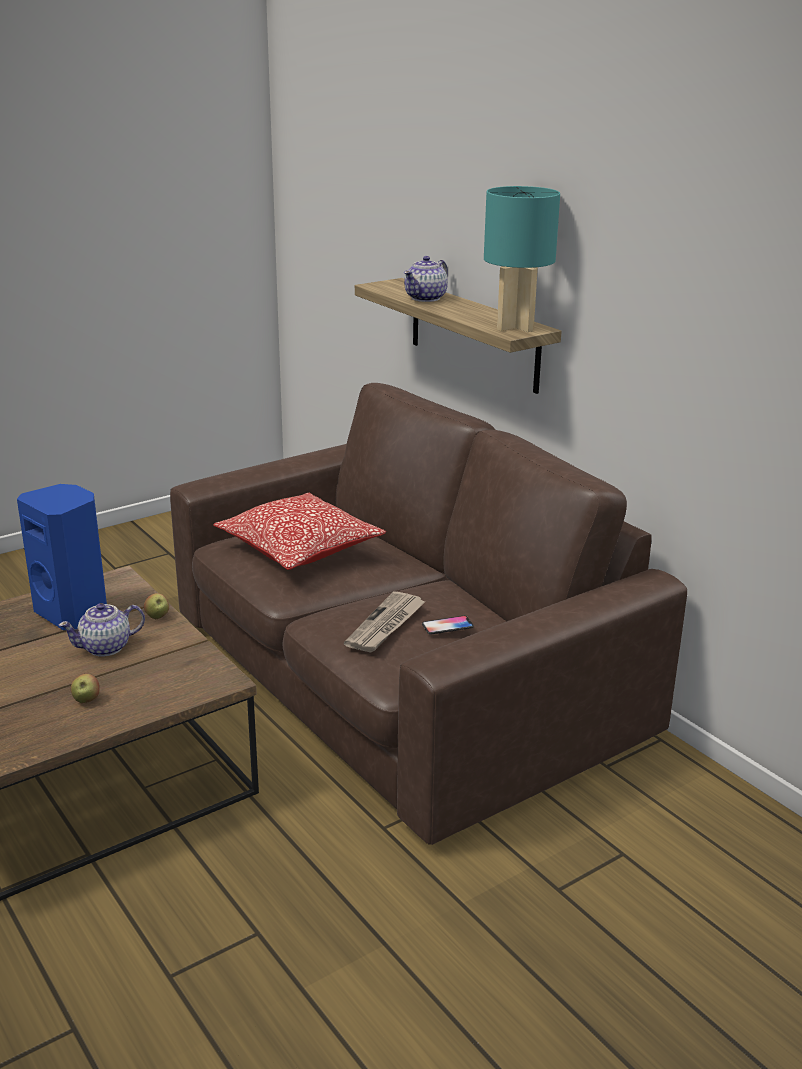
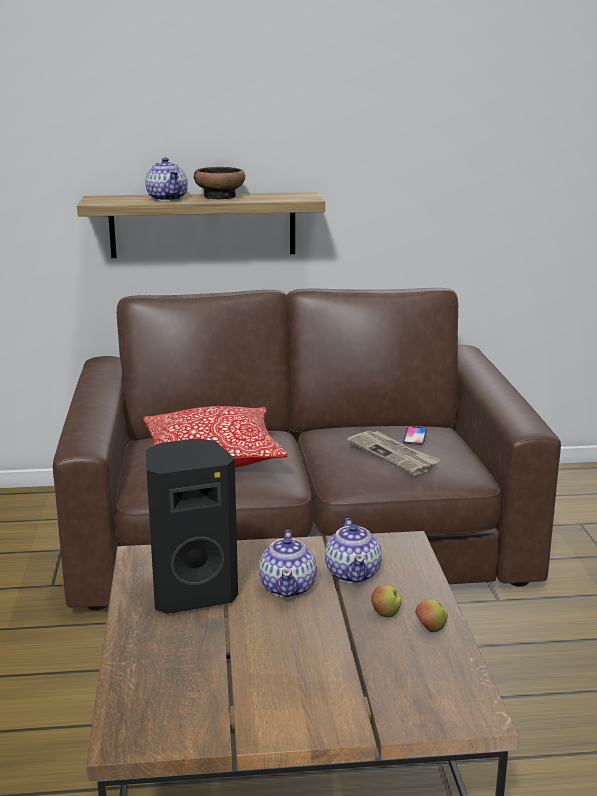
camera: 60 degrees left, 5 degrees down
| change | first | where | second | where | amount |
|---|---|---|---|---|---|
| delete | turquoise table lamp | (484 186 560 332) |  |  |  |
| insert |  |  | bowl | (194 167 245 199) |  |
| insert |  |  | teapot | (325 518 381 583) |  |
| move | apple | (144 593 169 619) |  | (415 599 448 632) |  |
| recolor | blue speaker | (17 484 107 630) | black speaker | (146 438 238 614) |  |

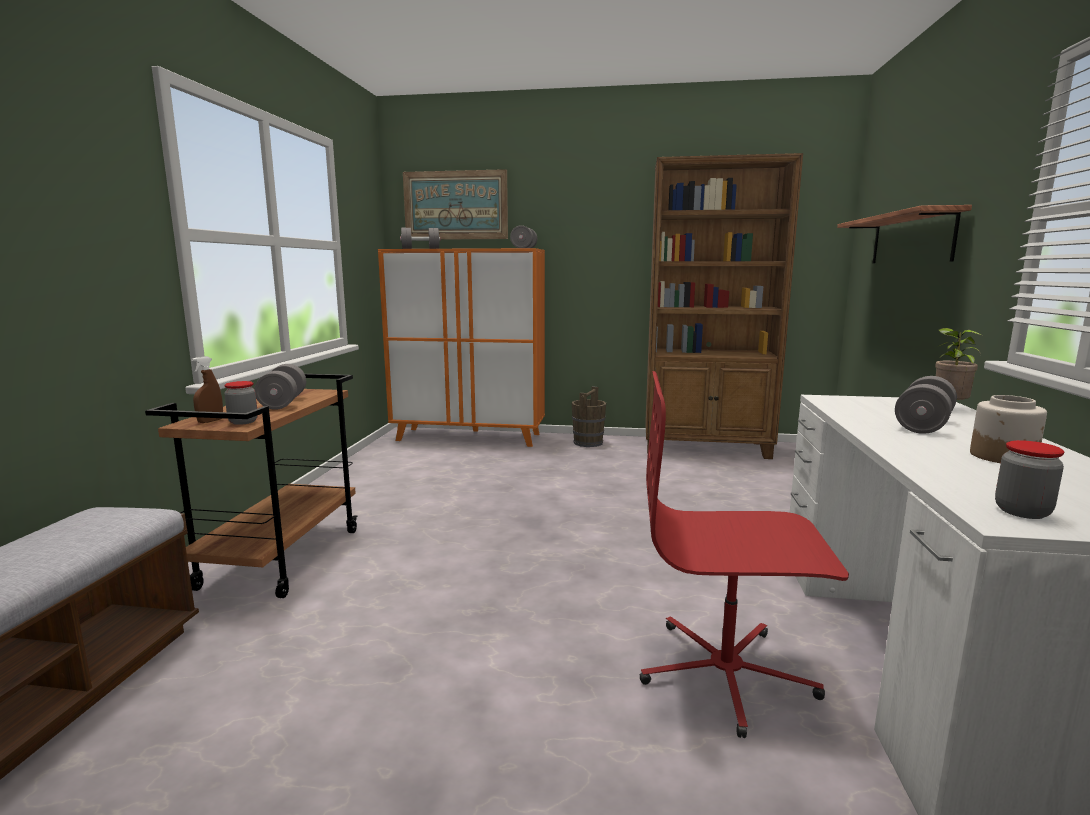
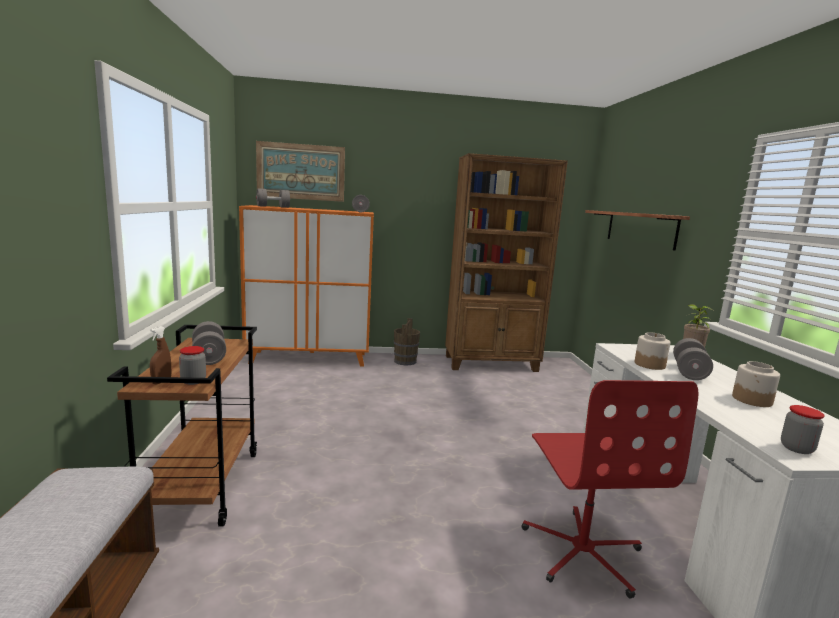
camera: 15 degrees left, 0 degrees up
| change | first | where | second | where | amount |
|---|---|---|---|---|---|
| insert |  |  | jar | (635 332 670 370) |  |
| rotate | red office chair | (640 371 849 738) |  | (522 380 698 599) | 90 degrees counterclockwise |

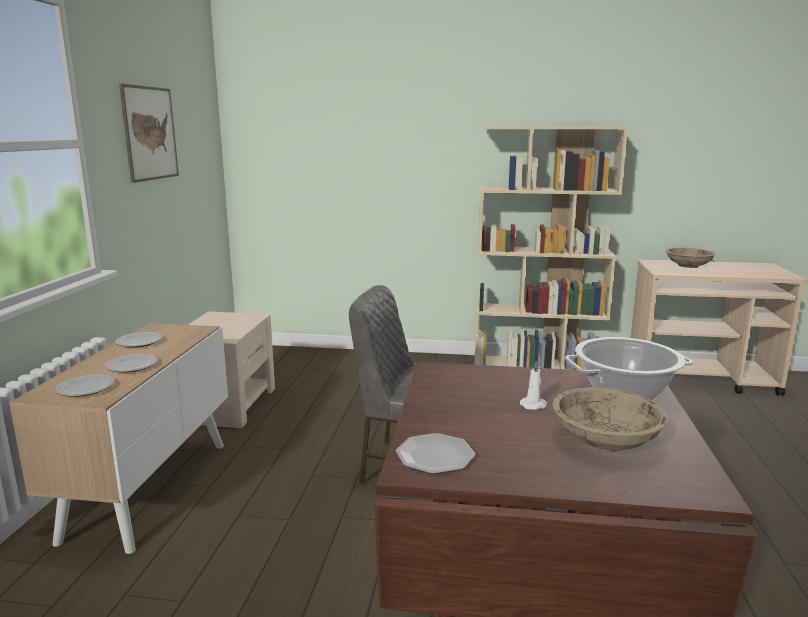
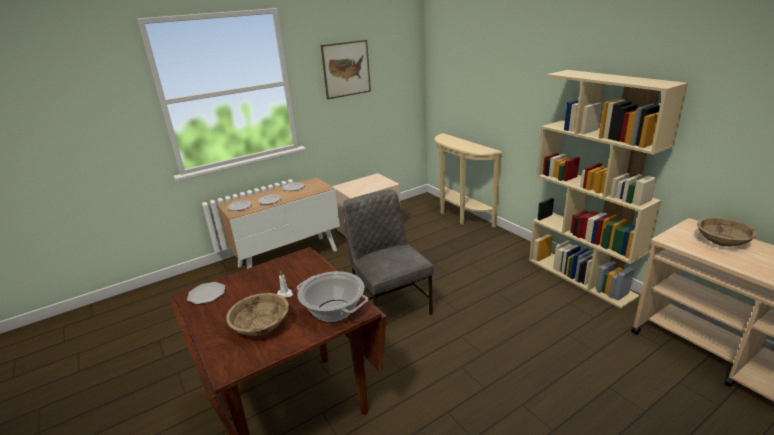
camera: 50 degrees right, 10 degrees up
| change | first | where | second | where | amount |
|---|---|---|---|---|---|
| insert |  |  | beige console table | (434 133 502 227) |  |

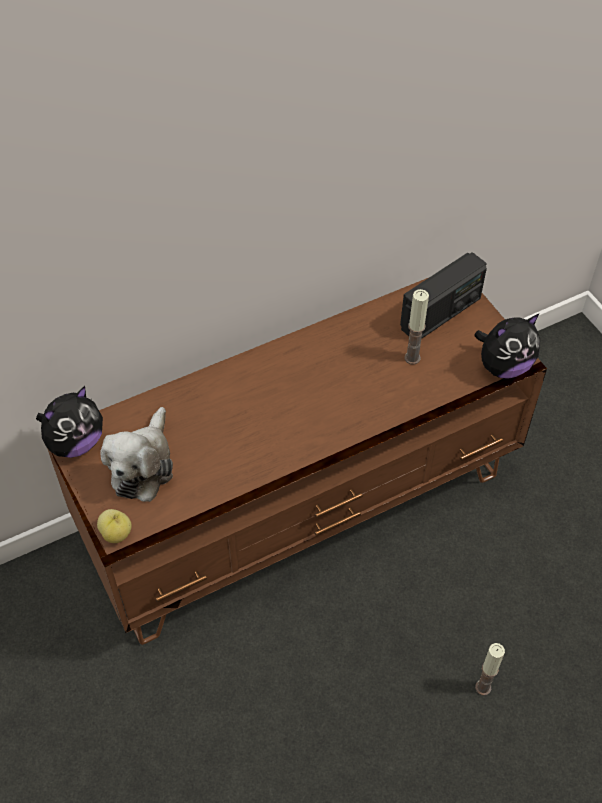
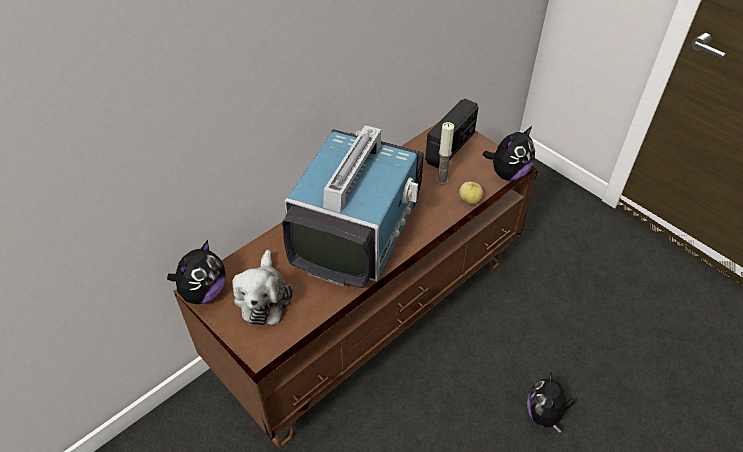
camera: 15 degrees left, 5 degrees down
| change | first | where | second | where | amount |
|---|---|---|---|---|---|
| insert |  |  | television | (282 125 424 288) |  |
| move | apple | (97 509 131 543) |  | (459 182 483 204) |  |
| replace | candle | (475 643 505 695) | plush toy | (527 372 575 433) |  |

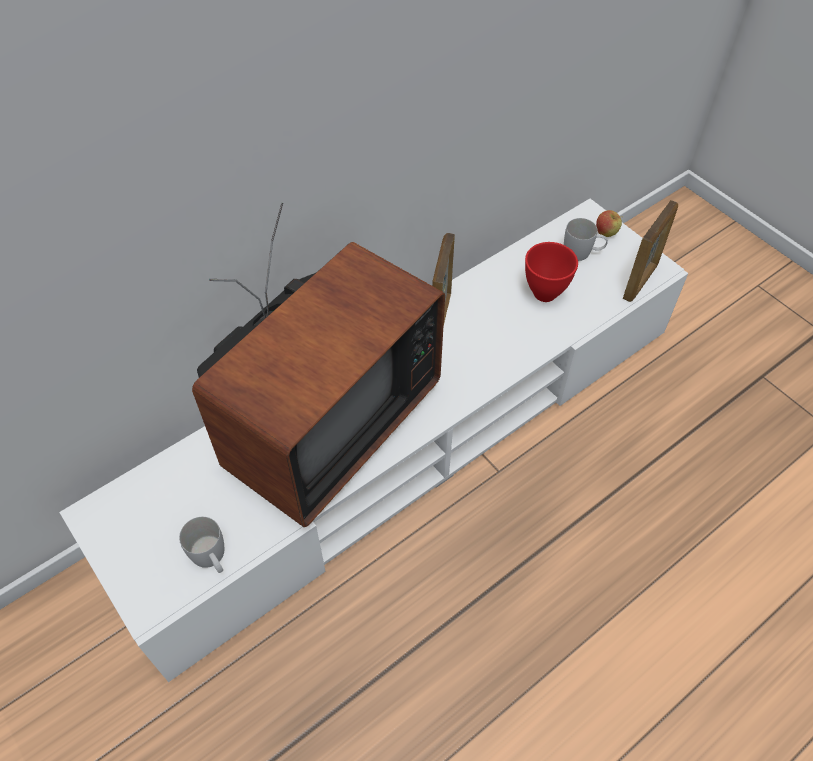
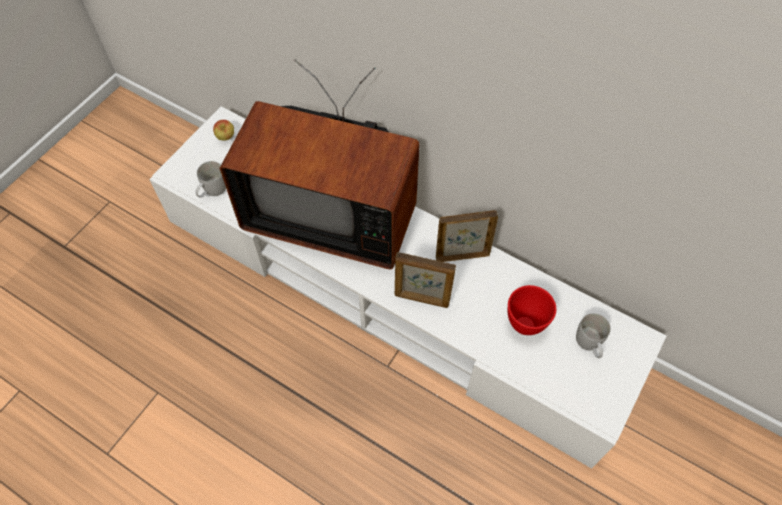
camera: 70 degrees right, 5 degrees up
| change | first | where | second | where | amount |
|---|---|---|---|---|---|
| move | apple | (596 210 623 237) |  | (213 120 234 141) |  |
| move | picture frame | (623 200 678 302) |  | (395 252 456 308) |  |

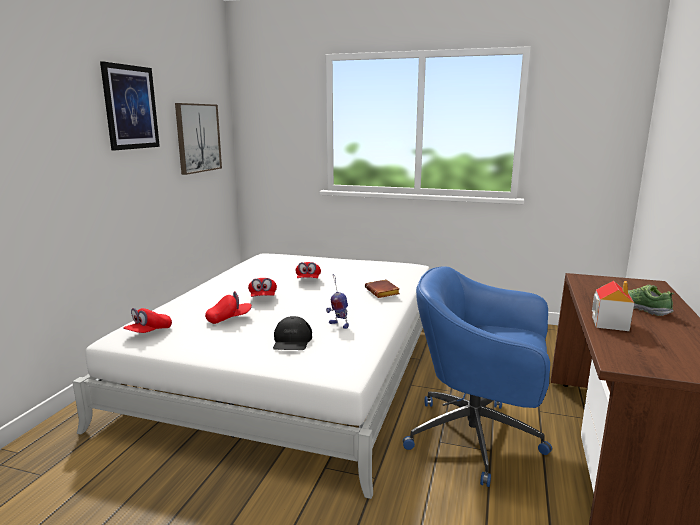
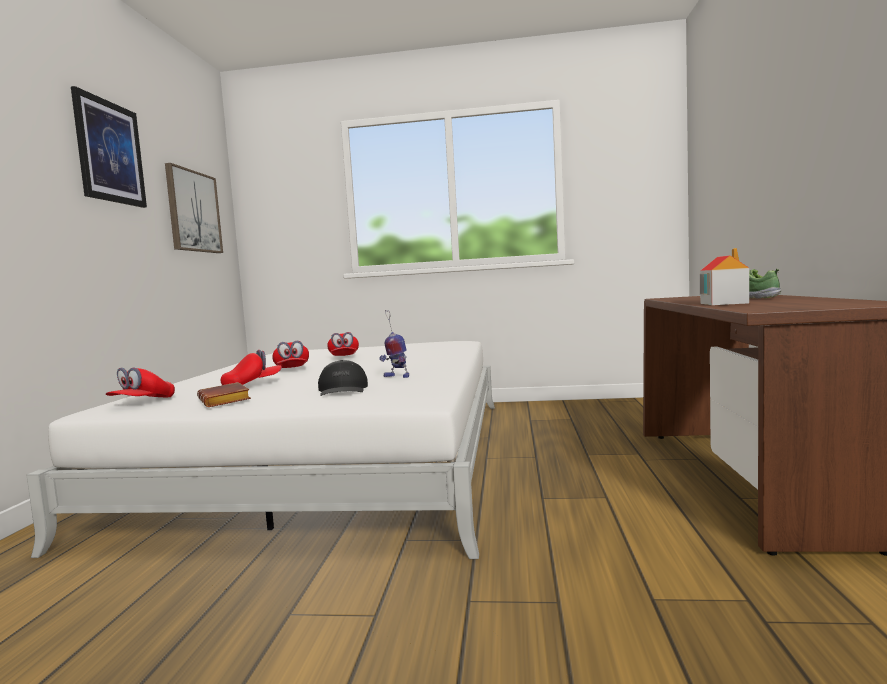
camera: 10 degrees left, 10 degrees down
| change | first | where | second | where | amount |
|---|---|---|---|---|---|
| delete | blue office chair | (403 266 552 487) |  |  |  |
| move | brown book | (365 279 400 298) |  | (197 382 251 407) |  |

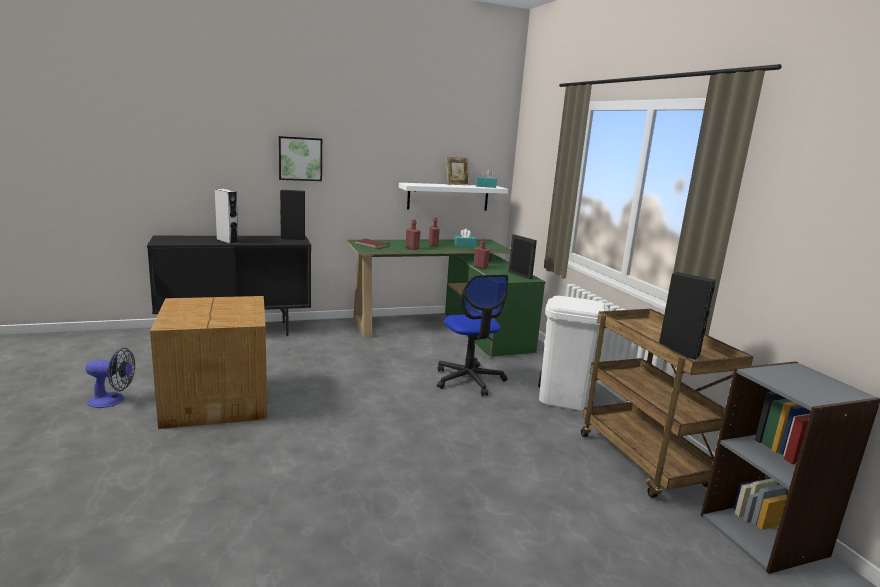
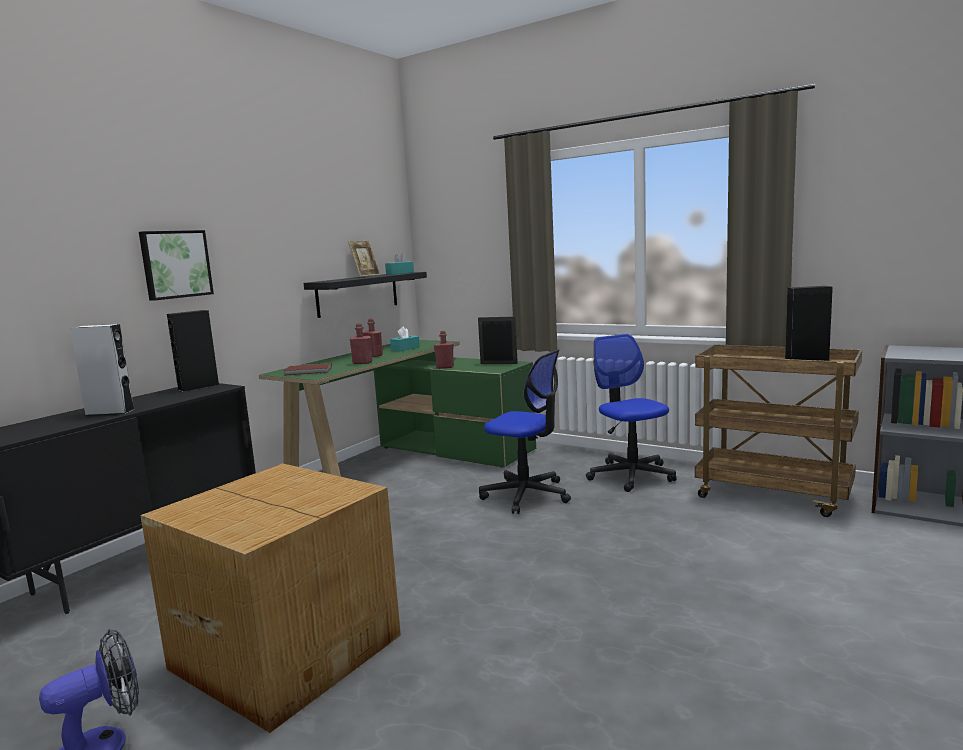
camera: 35 degrees left, 5 degrees down
| change | first | where | second | where | amount |
|---|---|---|---|---|---|
| replace | white trash can | (538 296 608 411) | office chair | (586 334 677 492) |  |
| recolor | white shelf | (399 183 508 211) | black shelf | (303 272 427 318) |  |

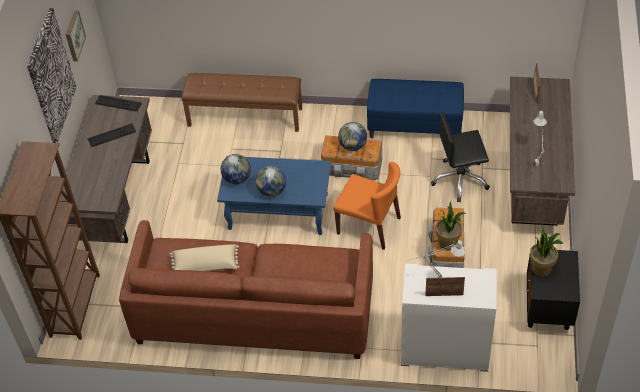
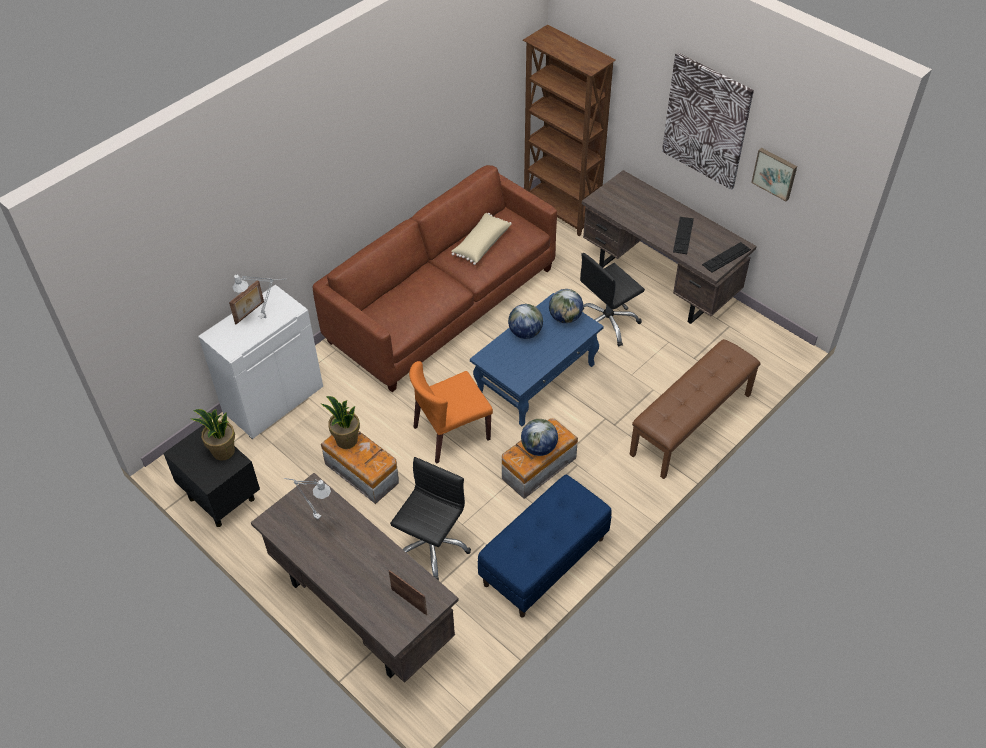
camera: 125 degrees right, 0 degrees up
| change | first | where | second | where | amount |
|---|---|---|---|---|---|
| insert |  |  | black office chair | (580 253 645 347) |  |

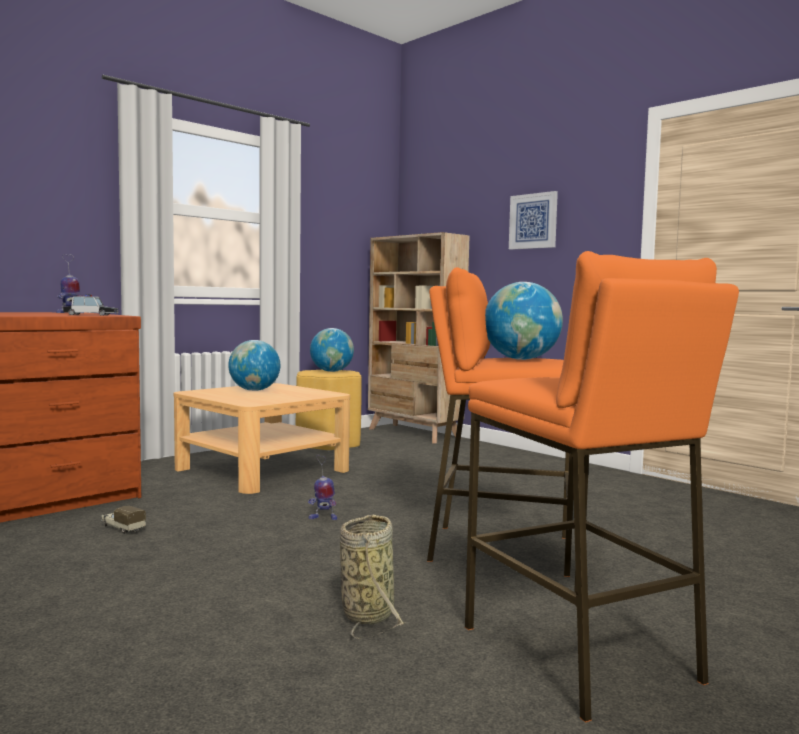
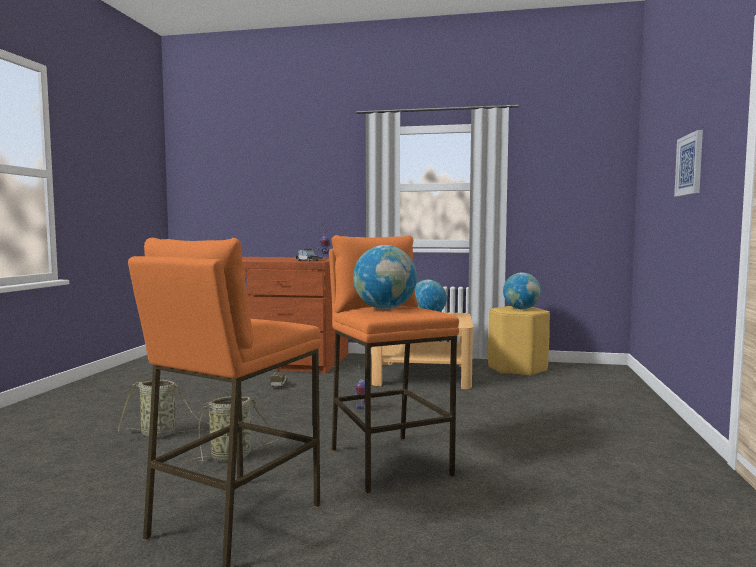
camera: 55 degrees right, 0 degrees up
| change | first | where | second | where | amount |
|---|---|---|---|---|---|
| delete | beige bookcase | (368 232 470 444) |  |  |  |
| insert |  |  | basket | (118 380 209 437) |  |

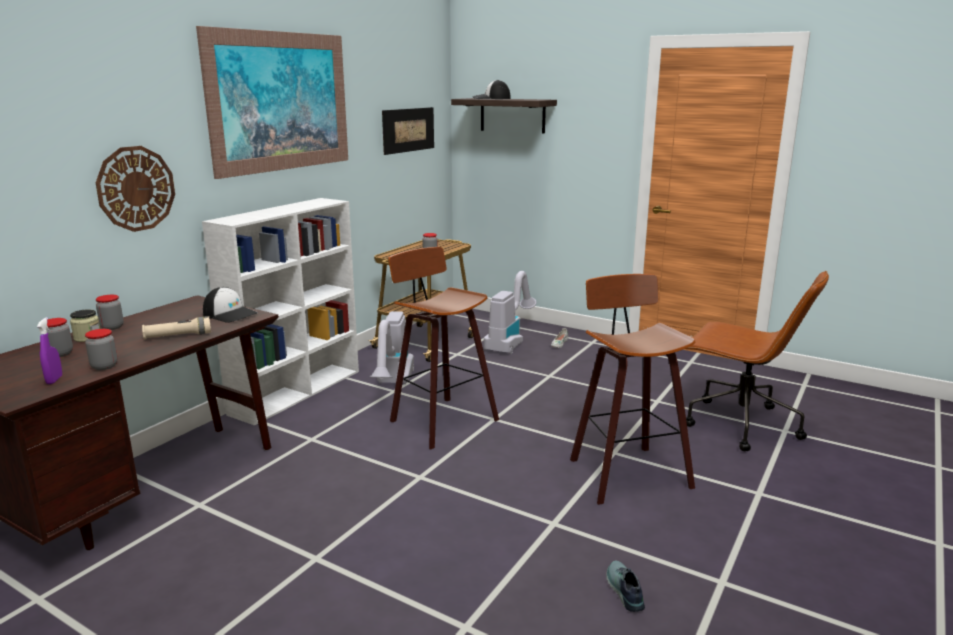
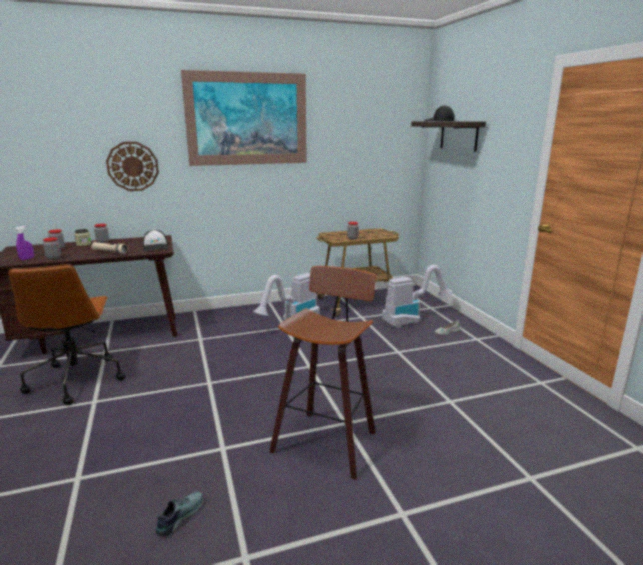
camera: 40 degrees right, 0 degrees up
| change | first | where | second | where | amount |
|---|---|---|---|---|---|
| delete | white bookcase | (202 198 359 426) |  |  |  |
| delete | picture | (382 107 434 155) |  |  |  |
| delete | stool | (388 247 499 450) |  |  |  |
| move | brown office chair | (686 271 829 451) |  | (8 264 125 405) |  |

